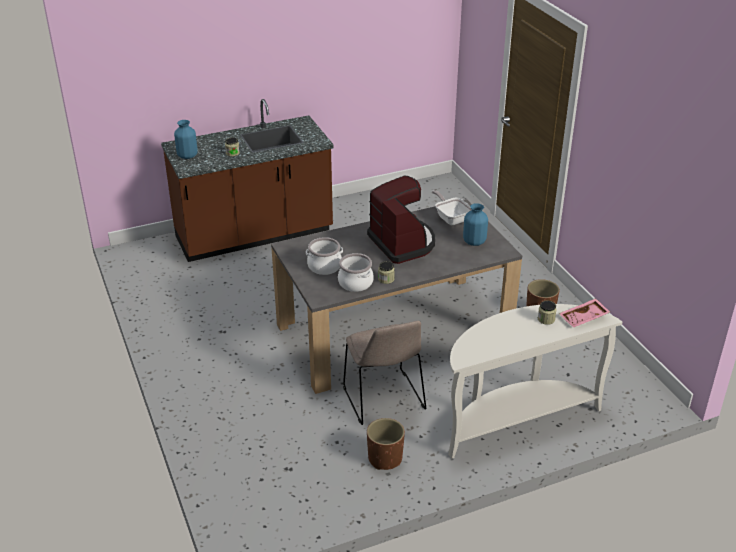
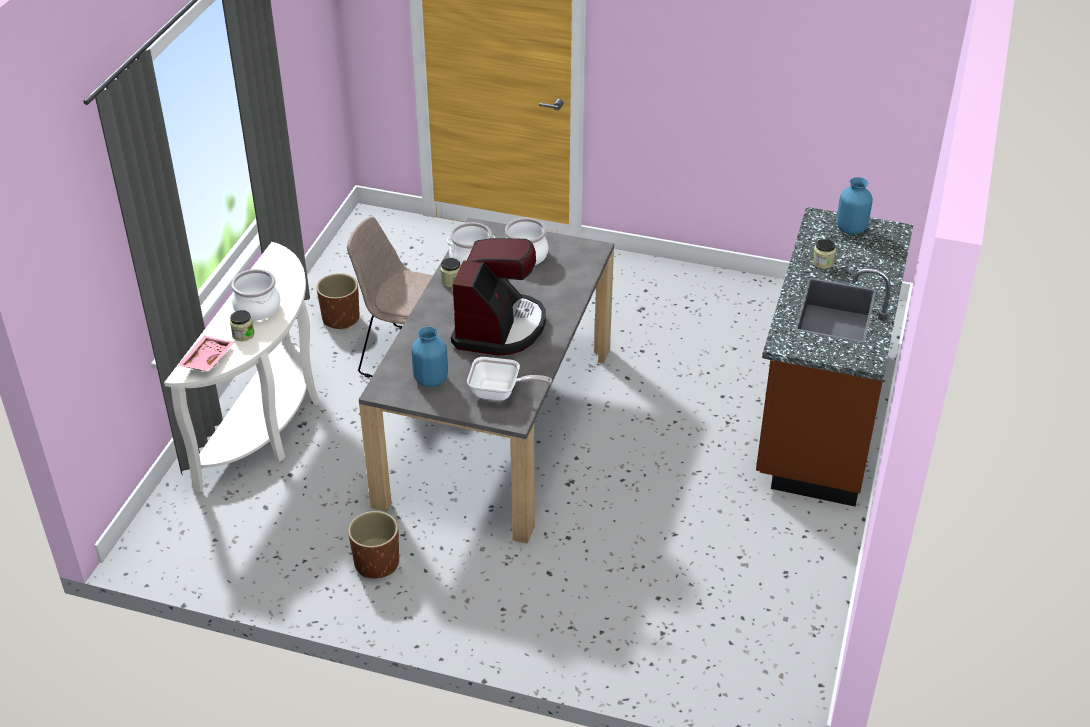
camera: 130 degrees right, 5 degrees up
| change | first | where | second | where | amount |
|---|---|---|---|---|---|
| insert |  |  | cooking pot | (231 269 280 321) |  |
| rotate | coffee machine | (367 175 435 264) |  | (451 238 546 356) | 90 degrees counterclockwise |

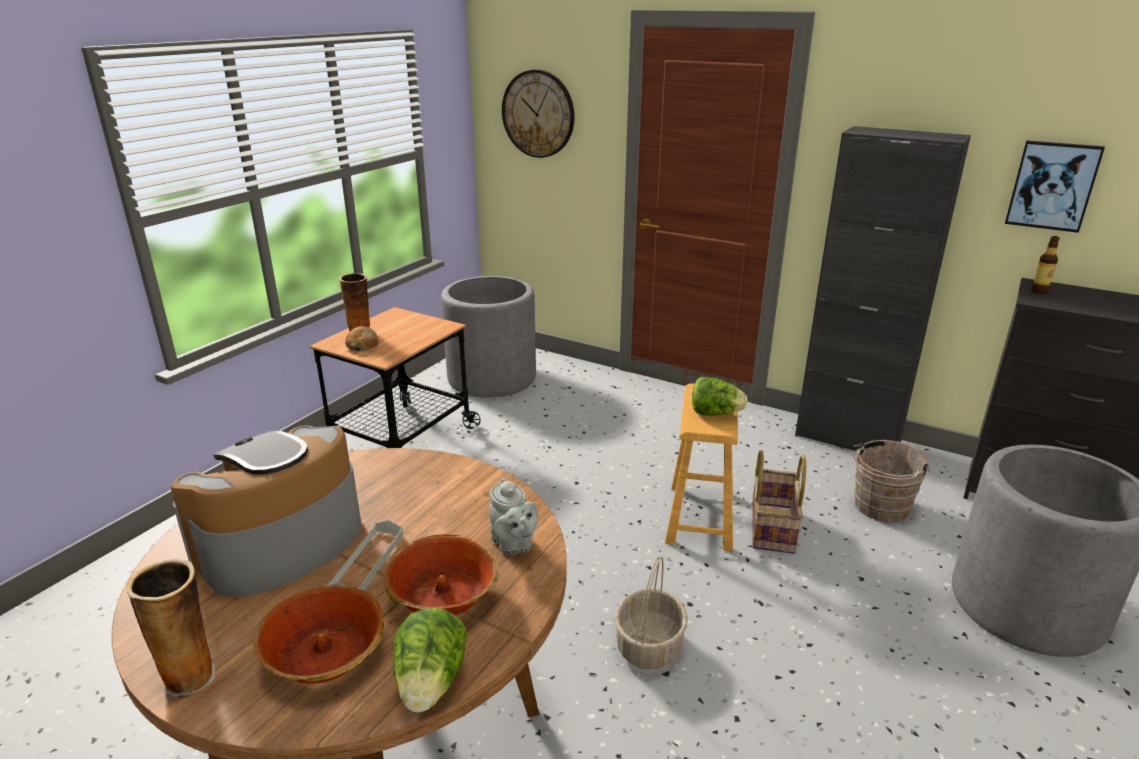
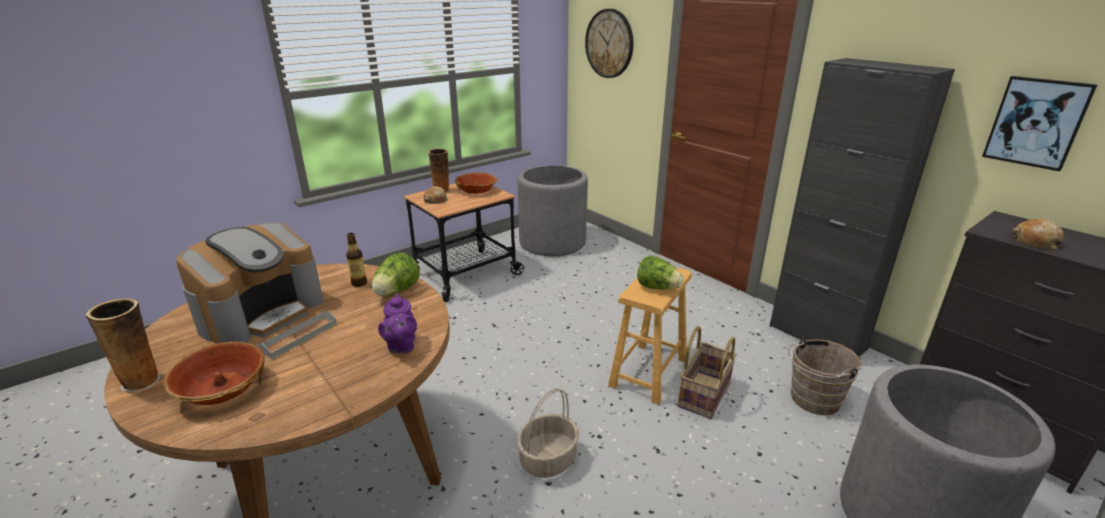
camera: 20 degrees right, 0 degrees up
| change | first | where | second | where | amount |
|---|---|---|---|---|---|
| insert |  |  | bread | (1012 219 1064 250) |  |
| move | bowl | (384 534 499 616) |  | (455 172 497 194) |  |
| move | lettuce | (393 608 468 712) |  | (372 253 420 296) |  |
| move | bottle | (1031 236 1060 294) |  | (346 233 367 287) |  |
| recolor | grey teapot | (489 478 539 555) | purple teapot | (378 294 417 353) |  |
| rotate | coffee machine | (171 425 361 597) |  | (176 222 324 344) | 150 degrees clockwise |

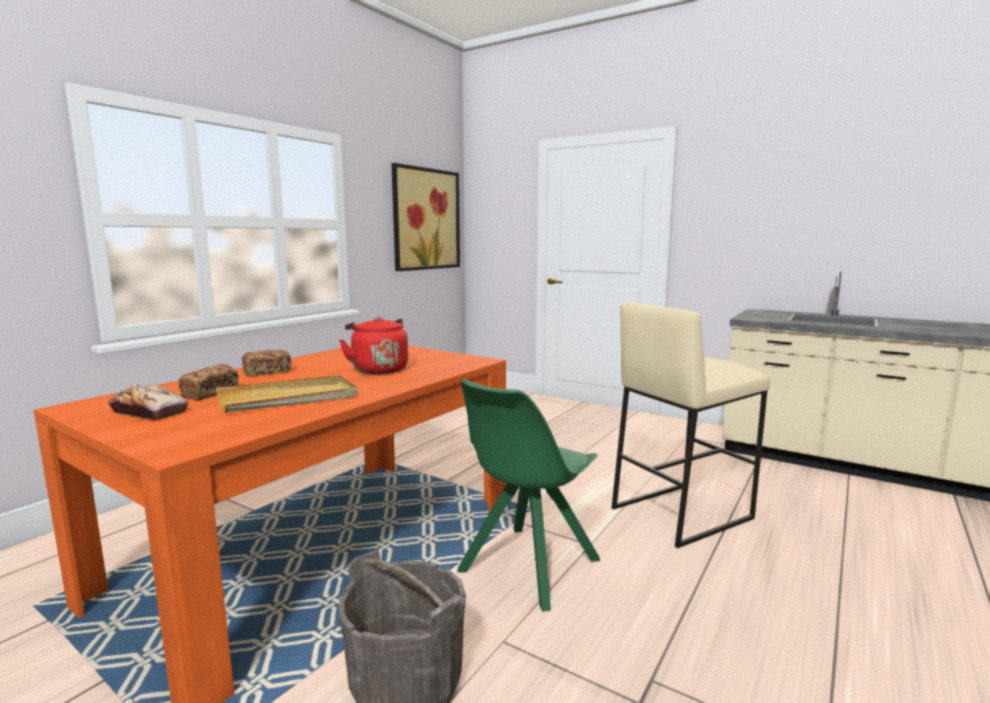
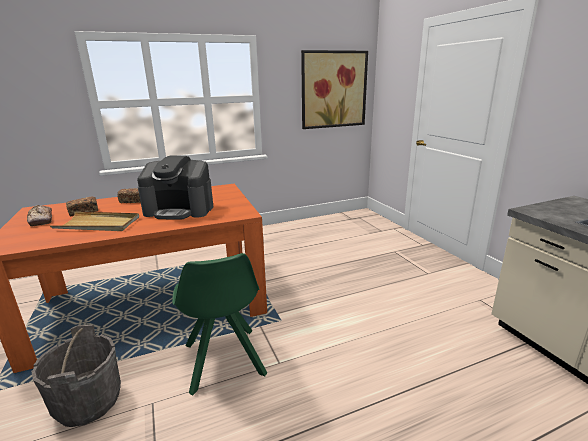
camera: 35 degrees right, 10 degrees up
| change | first | where | second | where | amount |
|---|---|---|---|---|---|
| delete | beige stool | (612 302 770 548) |  |  |  |
| replace | red kettle | (339 317 408 374) | coffee machine | (137 156 214 219) |  |
| rotate | green chair | (457 379 600 612) |  | (172 253 267 396) | 90 degrees counterclockwise |

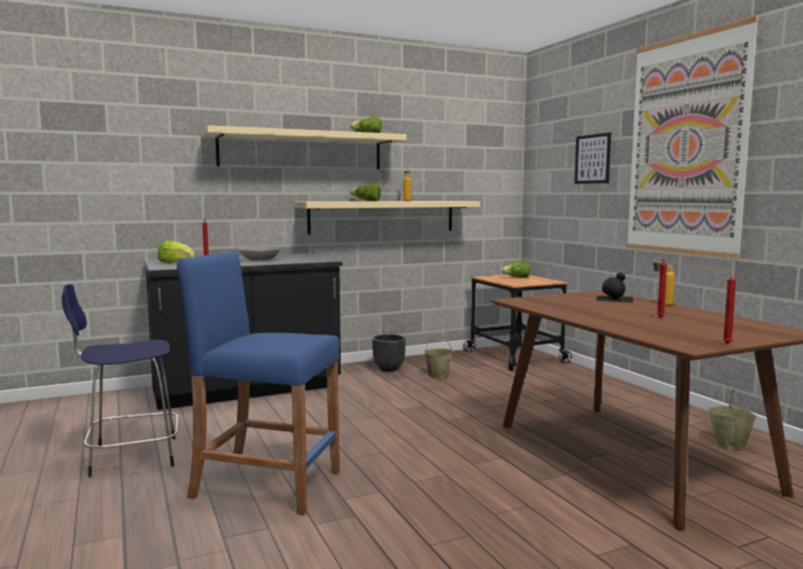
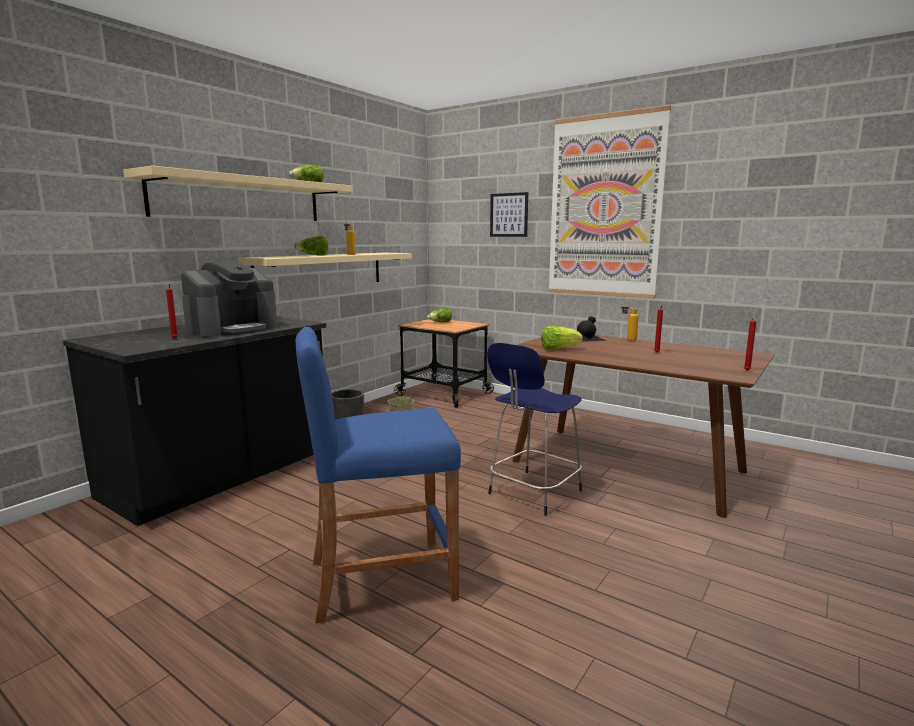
camera: 30 degrees left, 5 degrees up
| change | first | where | second | where | amount |
|---|---|---|---|---|---|
| delete | beige bucket | (709 389 757 450) |  |  |  |
| move | blue stool | (62 284 179 477) |  | (487 343 582 516) |  |
| move | lettuce | (158 240 195 264) |  | (541 326 583 350) |  |
| replace | grey bowl | (239 247 280 261) | coffee machine | (181 261 277 337) |  |

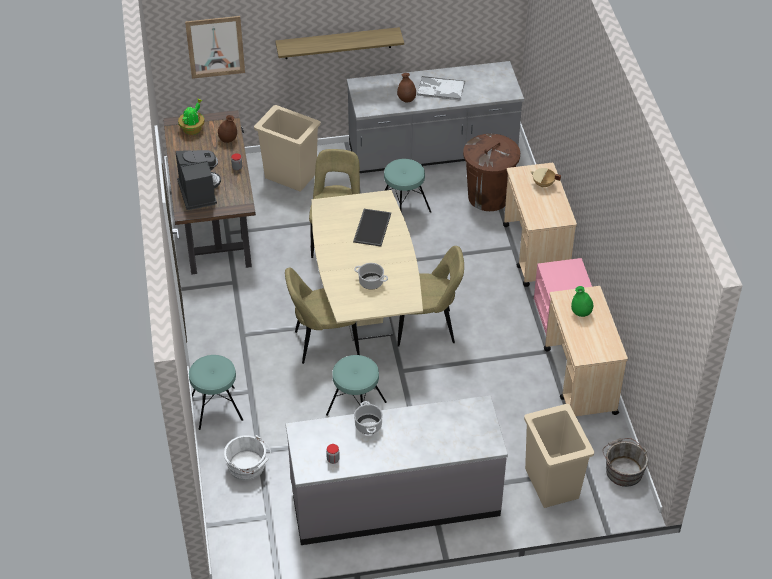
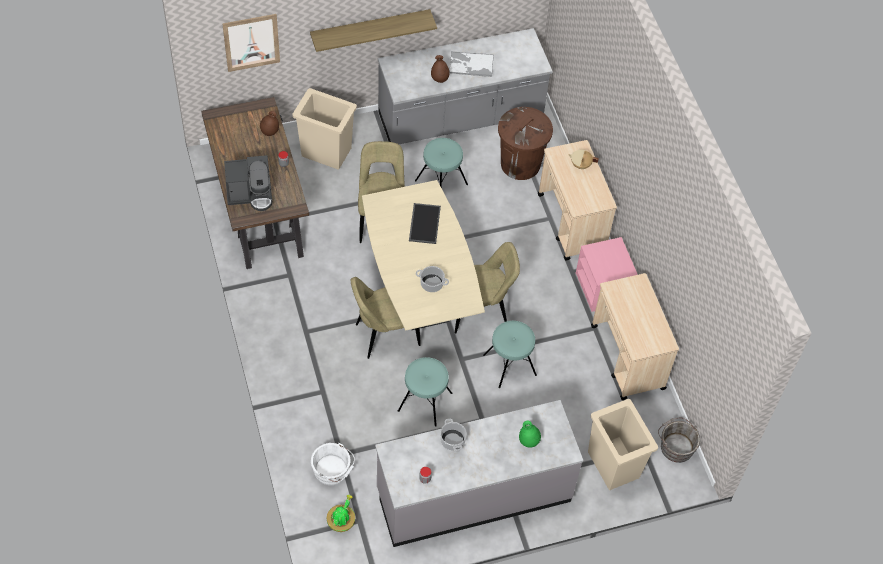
camera: 10 degrees left, 10 degrees up
| change | first | where | second | where | amount |
|---|---|---|---|---|---|
| move | potted plant | (178 99 204 135) |  | (327 495 355 532) |  |
| move | turquoise stool | (189 355 243 430) |  | (483 321 537 388) |  |
| move | green vase | (571 286 593 317) |  | (519 421 541 448) |  |
| rotate | coffee machine | (175 150 221 210) |  | (224 155 272 211) | 105 degrees clockwise |

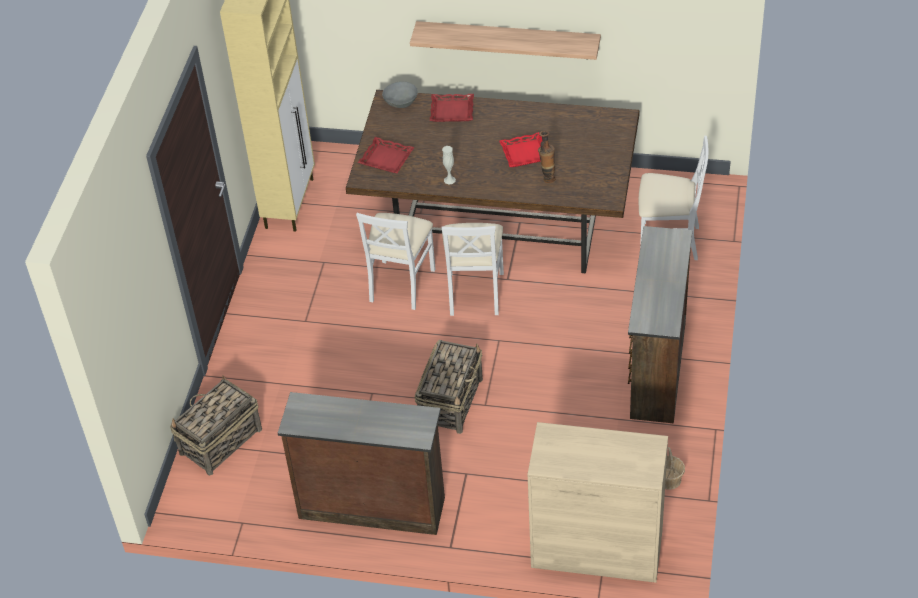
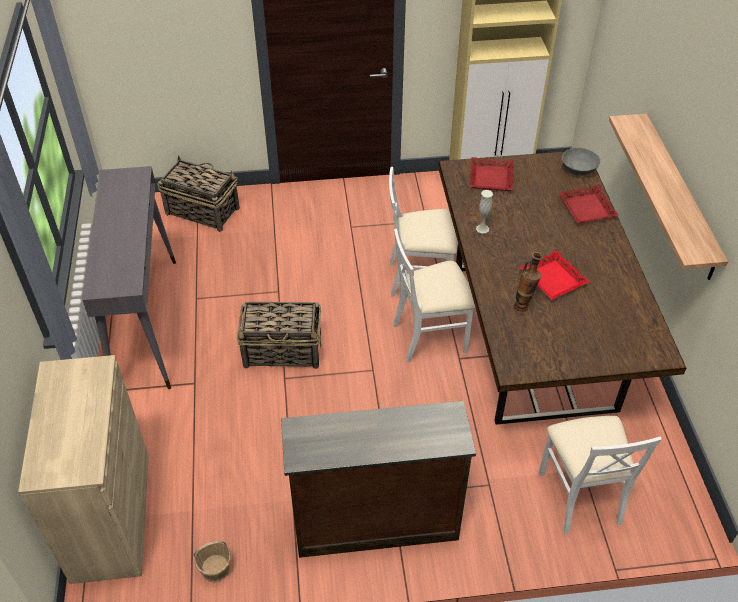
camera: 70 degrees right, 0 degrees up
| change | first | where | second | where | amount |
|---|---|---|---|---|---|
| replace | brown dresser | (278 392 445 535) | grey console table | (82 166 176 389) |  |

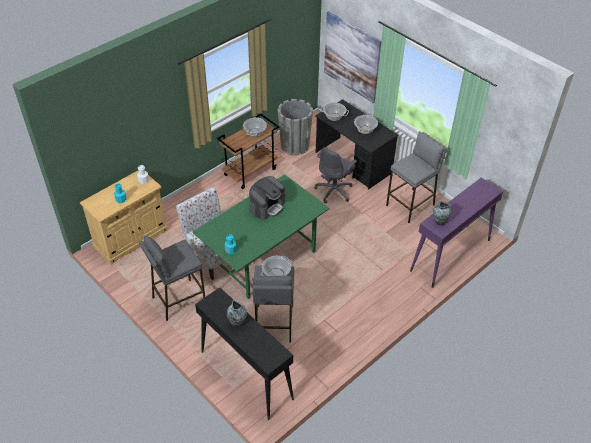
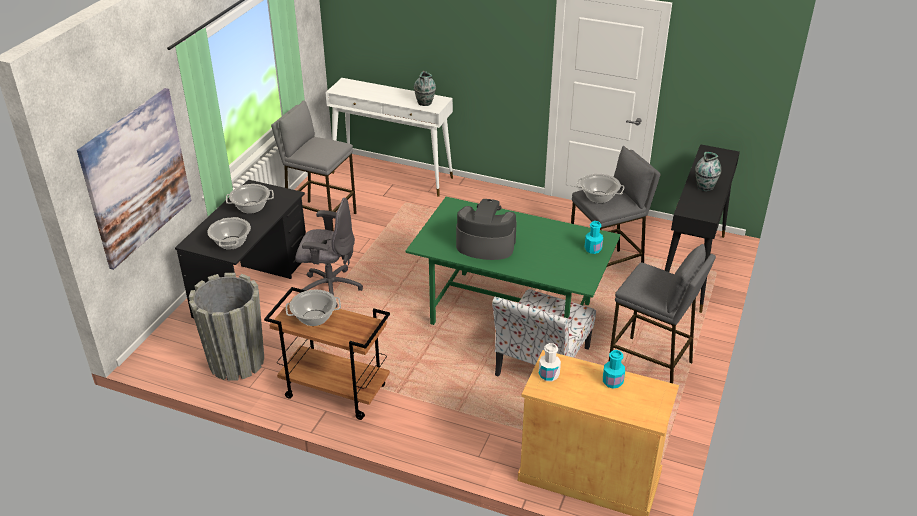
camera: 115 degrees left, 10 degrees down
| change | first | where | second | where | amount |
|---|---|---|---|---|---|
| recolor | purple console table | (410 178 503 288) | white console table | (325 78 453 197) |  |

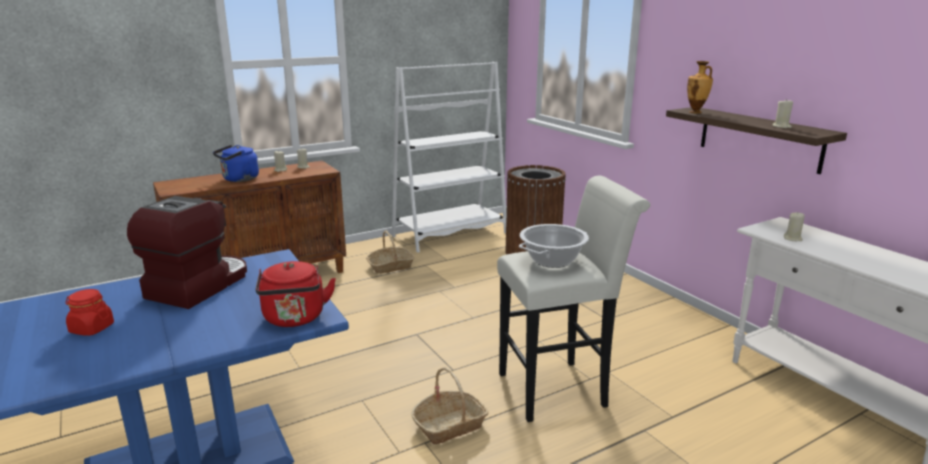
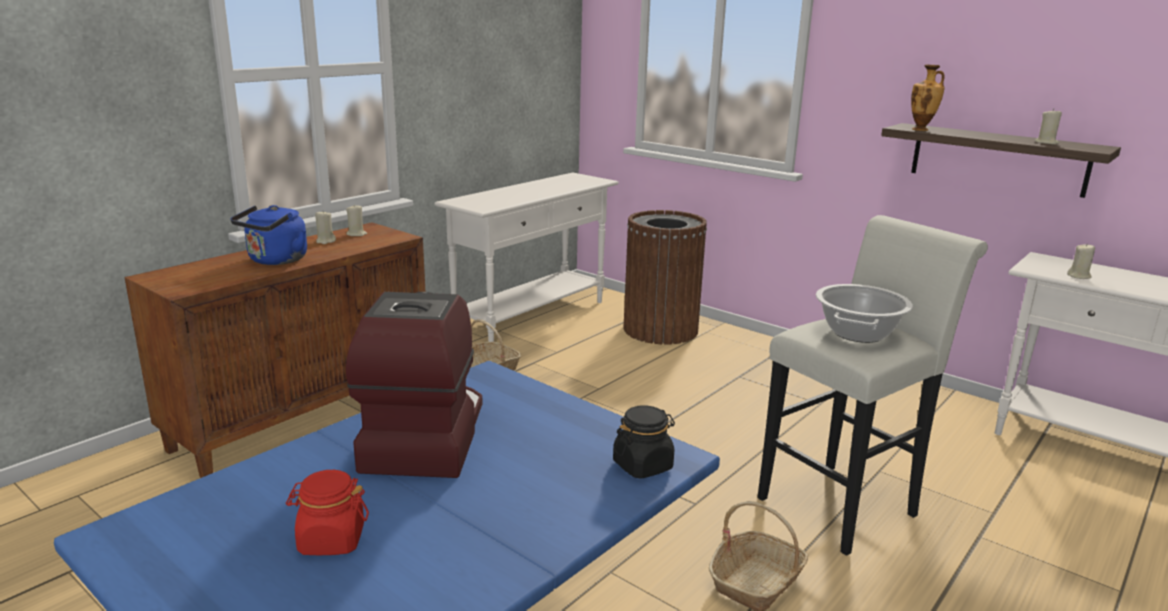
camera: 20 degrees left, 0 degrees up
| change | first | where | second | where | amount |
|---|---|---|---|---|---|
| replace | red kettle | (256 261 336 327) | black jar | (613 405 675 479) |  |
| replace | white bookcase | (392 62 506 253) | white console table | (435 172 619 342) |  |

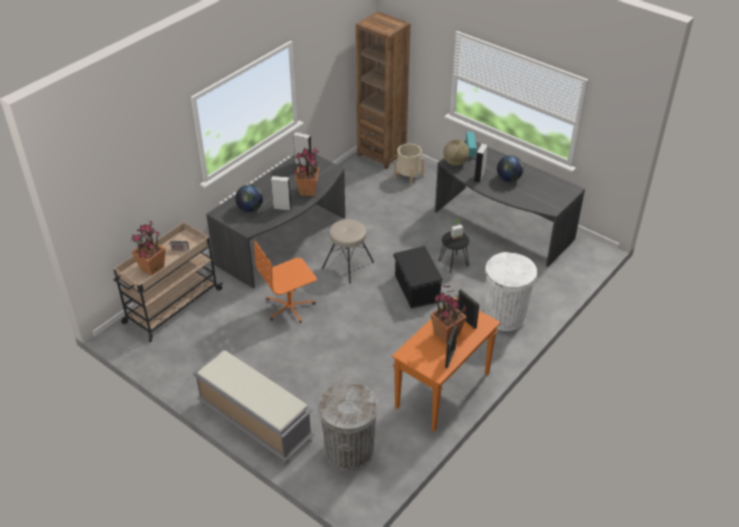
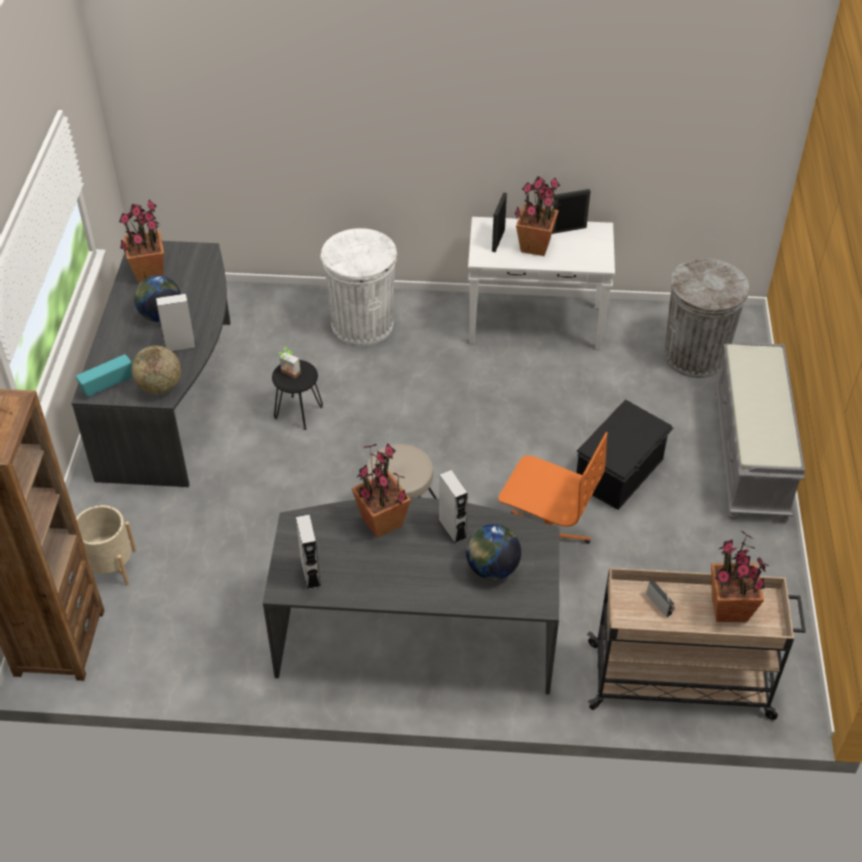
camera: 125 degrees left, 5 degrees up
| change | first | where | second | where | amount |
|---|---|---|---|---|---|
| insert |  |  | potted plant | (119 200 164 283) |  |
| move | black storage box | (393 246 443 308) |  | (576 399 674 510) |  |
| recolor | orange console table | (392 297 501 432) | white console table | (468 217 615 350) |  |

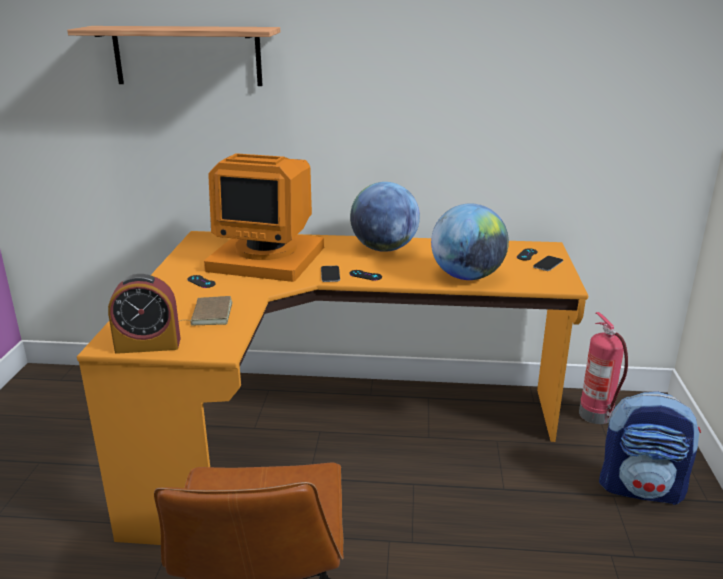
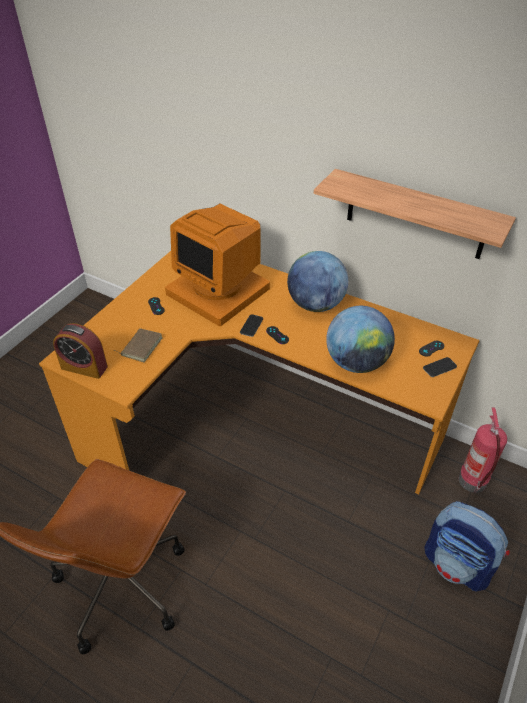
camera: 25 degrees right, 20 degrees up
| change | first | where | second | where | amount |
|---|---|---|---|---|---|
| move | shelf | (67 26 280 86) |  | (314 169 516 259) |  |

